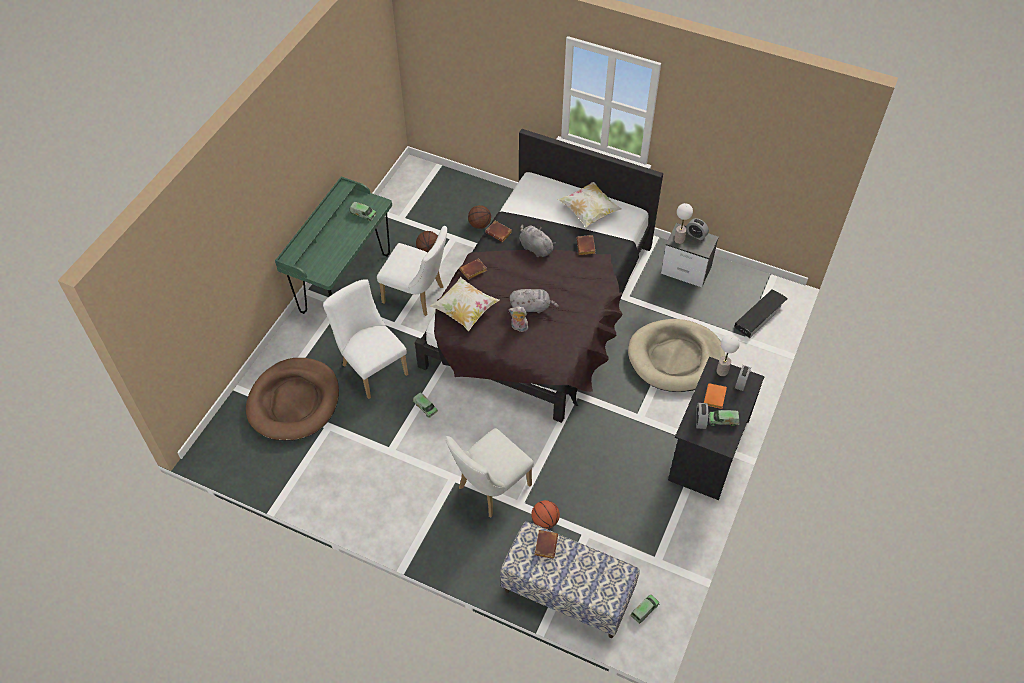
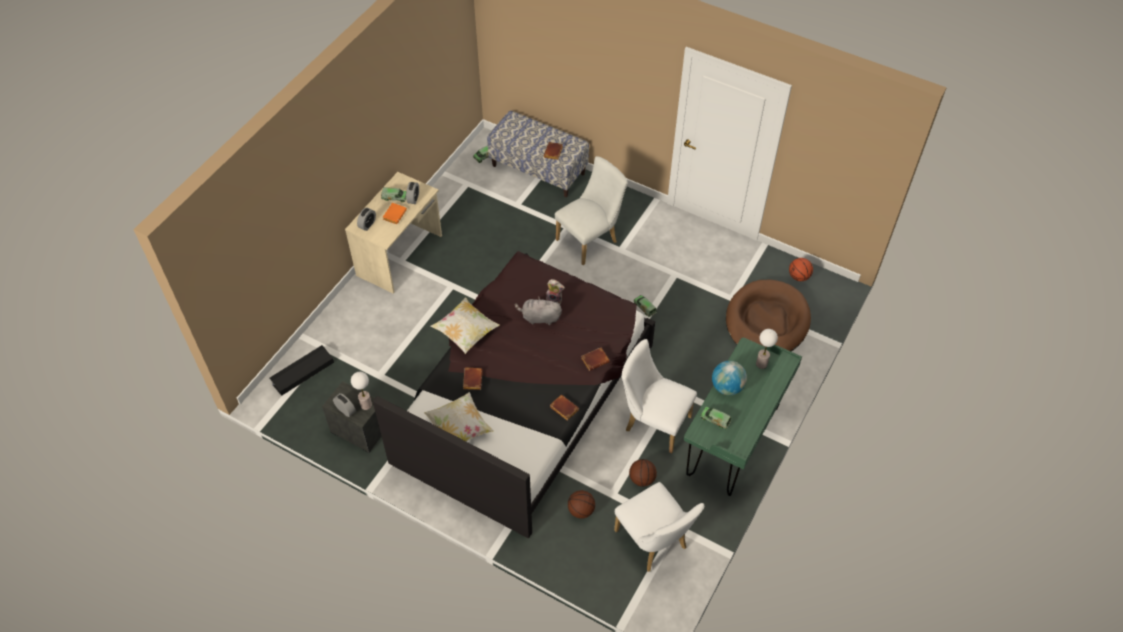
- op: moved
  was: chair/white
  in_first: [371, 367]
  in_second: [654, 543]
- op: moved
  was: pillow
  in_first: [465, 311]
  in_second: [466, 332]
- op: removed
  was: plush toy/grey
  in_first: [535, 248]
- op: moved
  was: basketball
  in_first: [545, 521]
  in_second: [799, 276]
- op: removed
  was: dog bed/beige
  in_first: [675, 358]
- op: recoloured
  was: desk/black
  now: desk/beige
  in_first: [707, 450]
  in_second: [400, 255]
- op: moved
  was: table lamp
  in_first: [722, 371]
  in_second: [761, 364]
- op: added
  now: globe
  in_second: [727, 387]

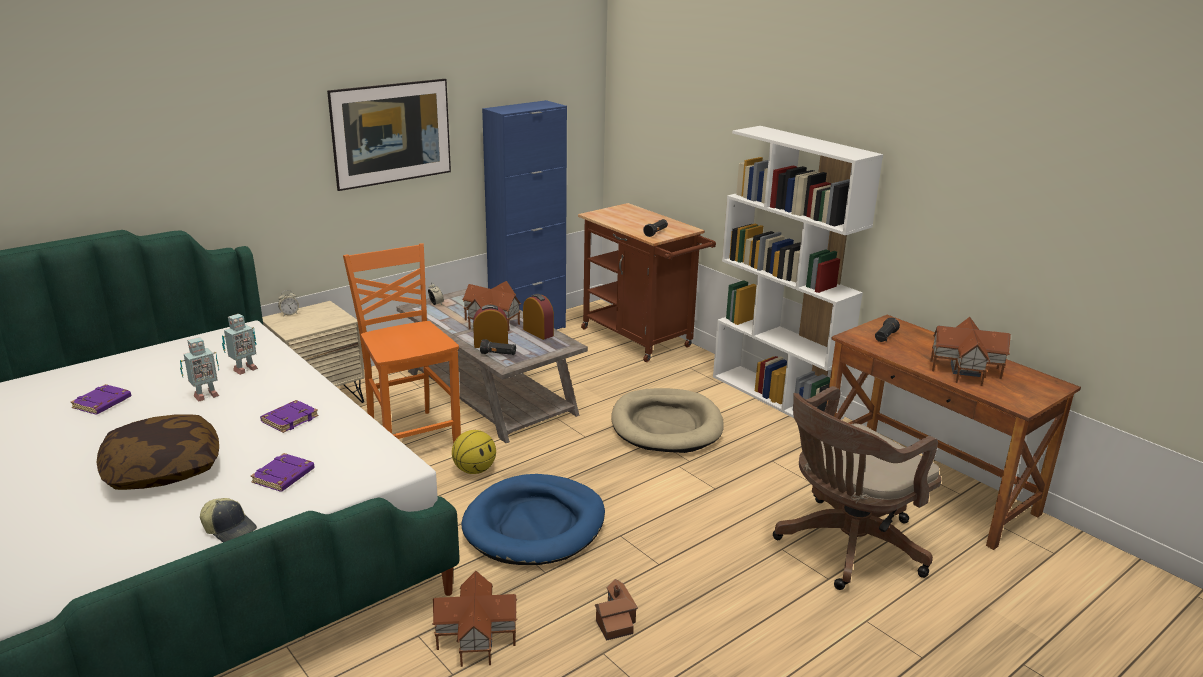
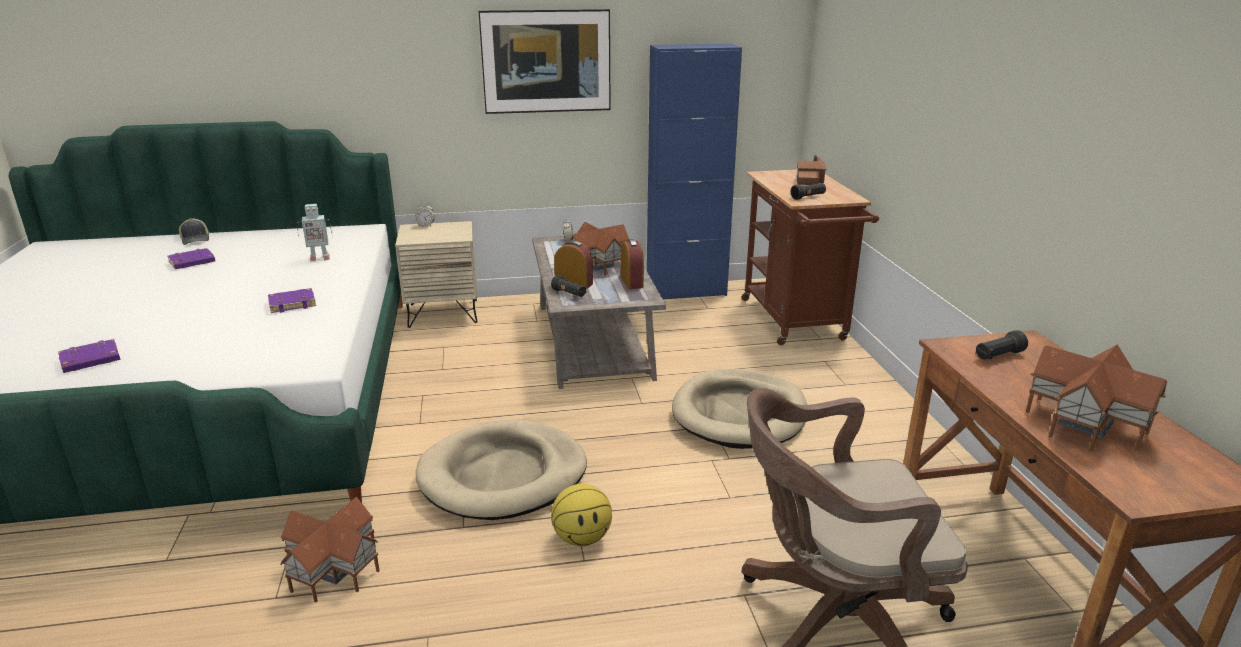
- op: removed
  was: pillow
  in_first: [163, 469]
- op: removed
  was: toy robot
  in_first: [205, 396]
- op: moved
  was: cap
  in_first: [229, 529]
  in_second: [196, 239]
- op: moved
  was: book/purple
  in_first: [284, 477]
  in_second: [90, 361]
- op: removed
  was: chair/orange
  in_first: [411, 435]
- op: moved
  was: basketball
  in_first: [475, 470]
  in_second: [582, 538]
- op: recoloured
  was: dog bed/blue
  now: dog bed/beige
  in_first: [535, 525]
  in_second: [503, 475]
- op: moved
  was: toy house
  in_first: [615, 619]
  in_second: [810, 180]
- op: removed
  was: bookcase/white
  in_first: [777, 396]

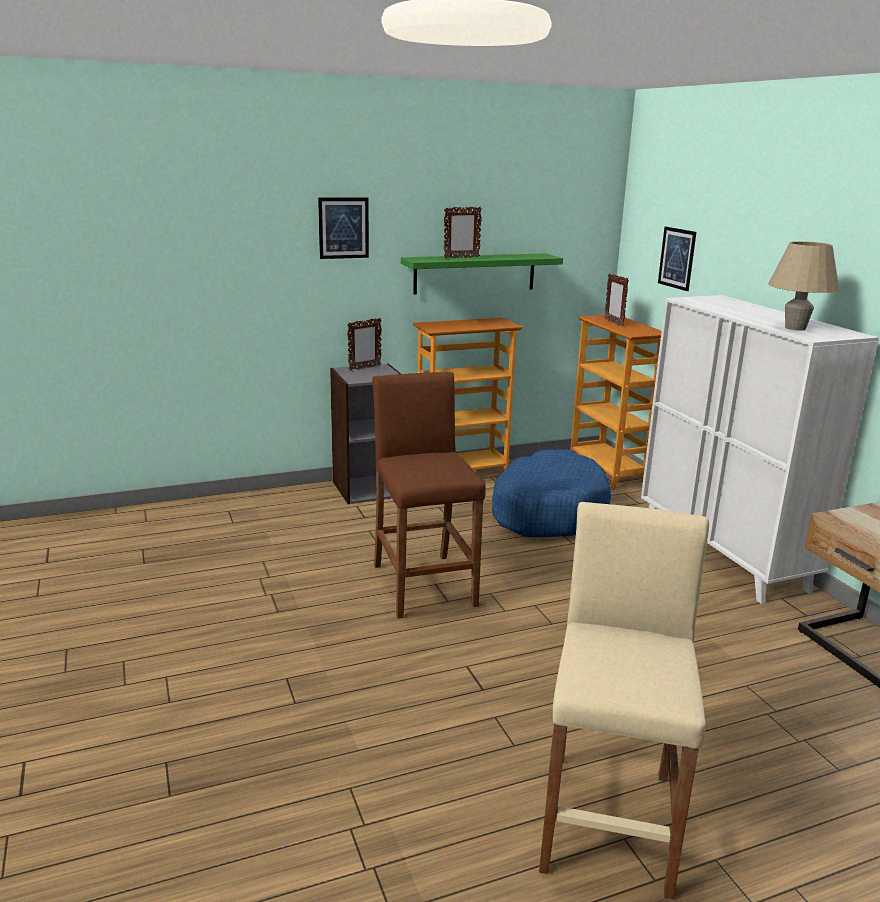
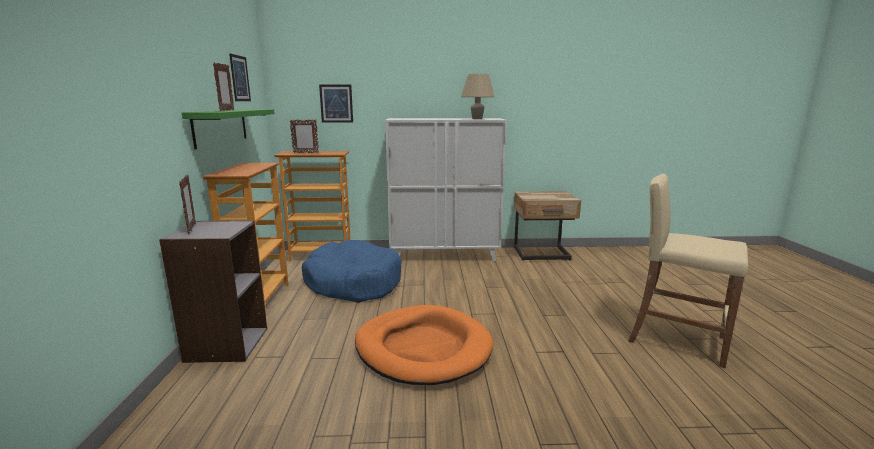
- op: moved
  was: picture
  in_first: [343, 228]
  in_second: [240, 78]
- op: replaced
  was: stool/brown
  now: dog bed/orange
  in_first: [423, 585]
  in_second: [423, 348]

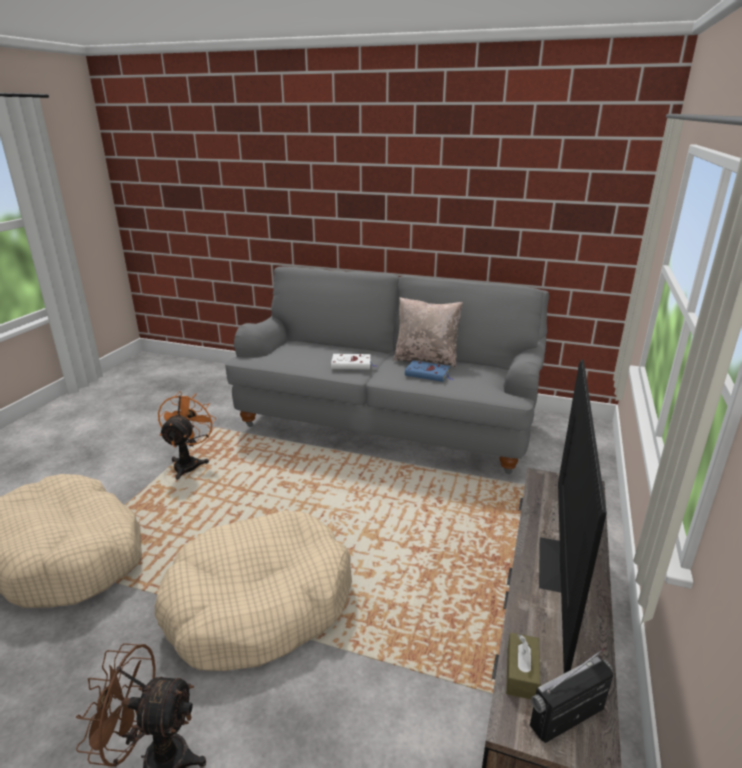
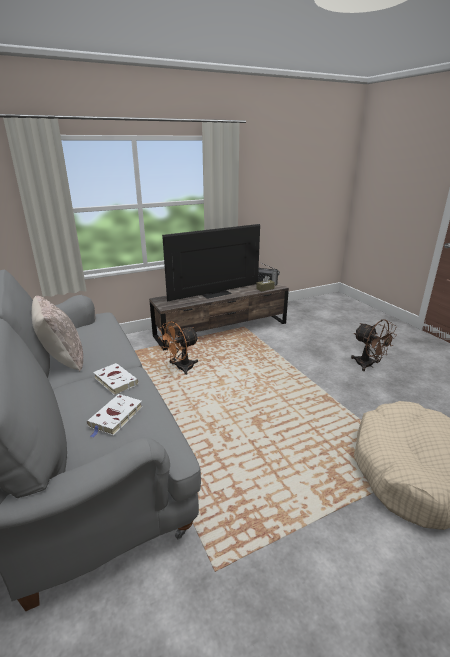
- op: removed
  was: dog bed/beige
  in_first: [259, 604]
- op: moved
  was: fan/orange
  in_first: [189, 463]
  in_second: [180, 368]
- op: removed
  was: book/blue
  in_first: [428, 374]
- op: added
  now: book/white
  in_second: [115, 418]

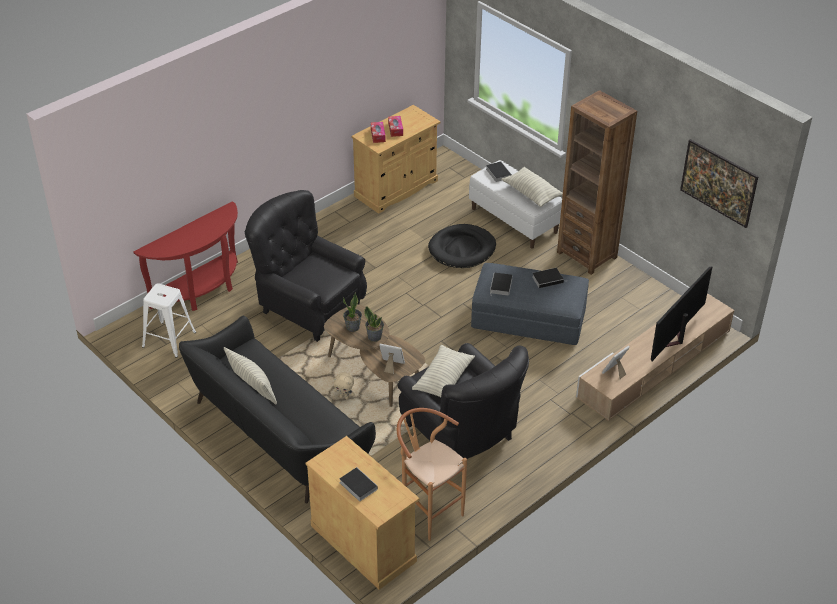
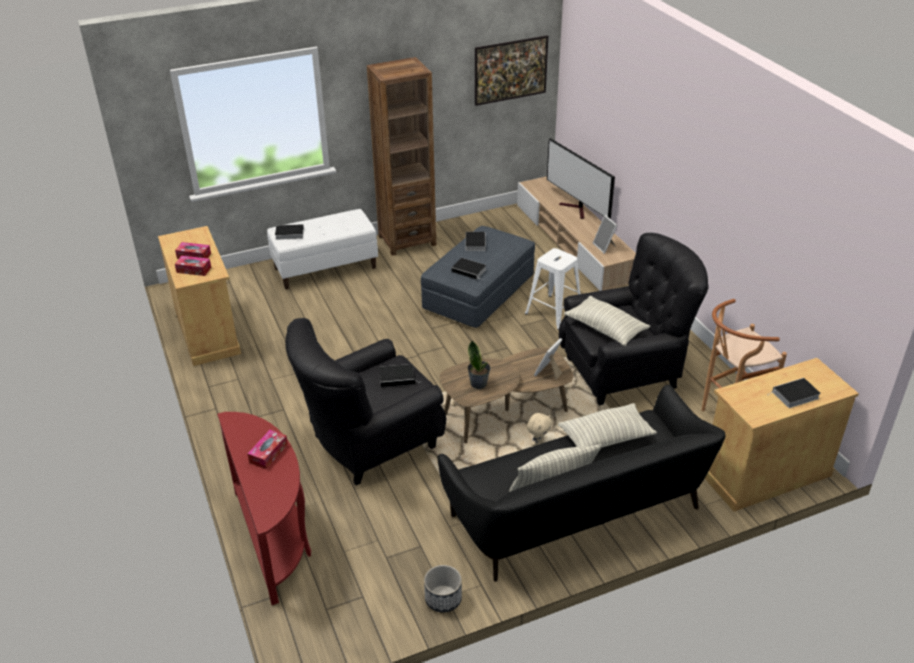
- op: moved
  was: stool/white
  in_first: [169, 339]
  in_second: [554, 311]
- op: removed
  was: potted plant
  in_first: [374, 337]
- op: removed
  was: dog bed/black
  in_first: [462, 249]
- op: moved
  was: pillow
  in_first: [531, 193]
  in_second: [605, 438]
- op: added
  now: tissue box
  in_second: [268, 453]
- op: added
  now: book
  in_second: [398, 377]
- op: added
  now: planter
  in_second: [443, 599]

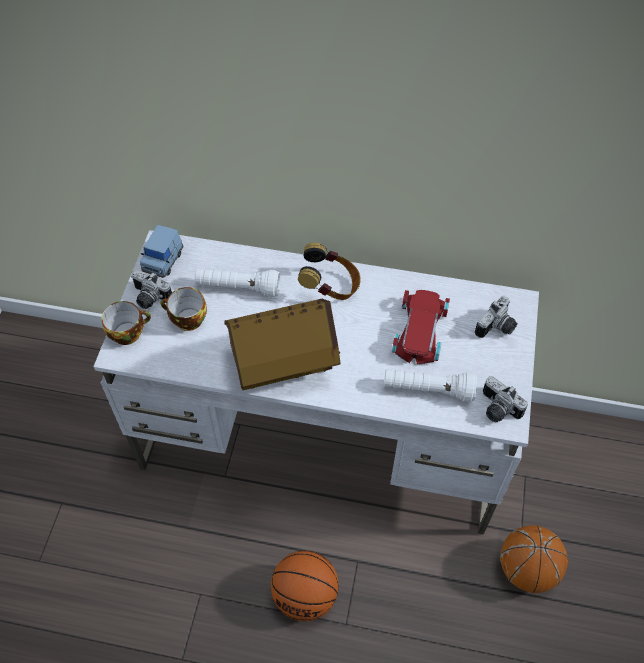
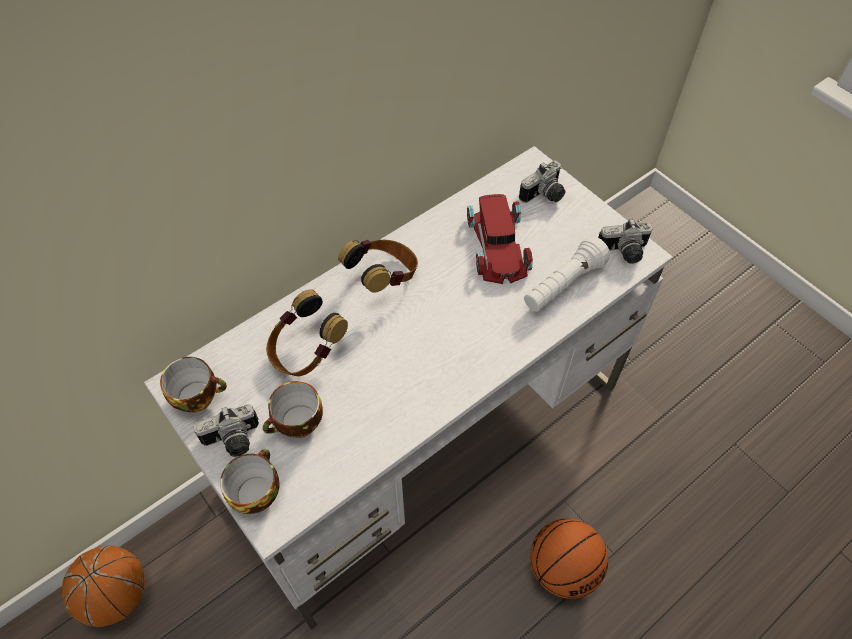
- op: replaced
  was: toy car/blue
  now: cup
  in_first: [163, 260]
  in_second: [199, 395]
- op: replaced
  was: flashlight/white
  now: headphones
  in_first: [238, 288]
  in_second: [306, 352]
- op: removed
  was: toy house
  in_first: [284, 365]
- op: turned
  was: toy car/red
  in_first: [421, 329]
  in_second: [496, 245]
  clockwise: -150
- op: turned
  was: photo camera
  in_first: [497, 328]
  in_second: [544, 195]
  clockwise: 60
- op: moved
  was: basketball
  in_first: [527, 569]
  in_second: [117, 595]

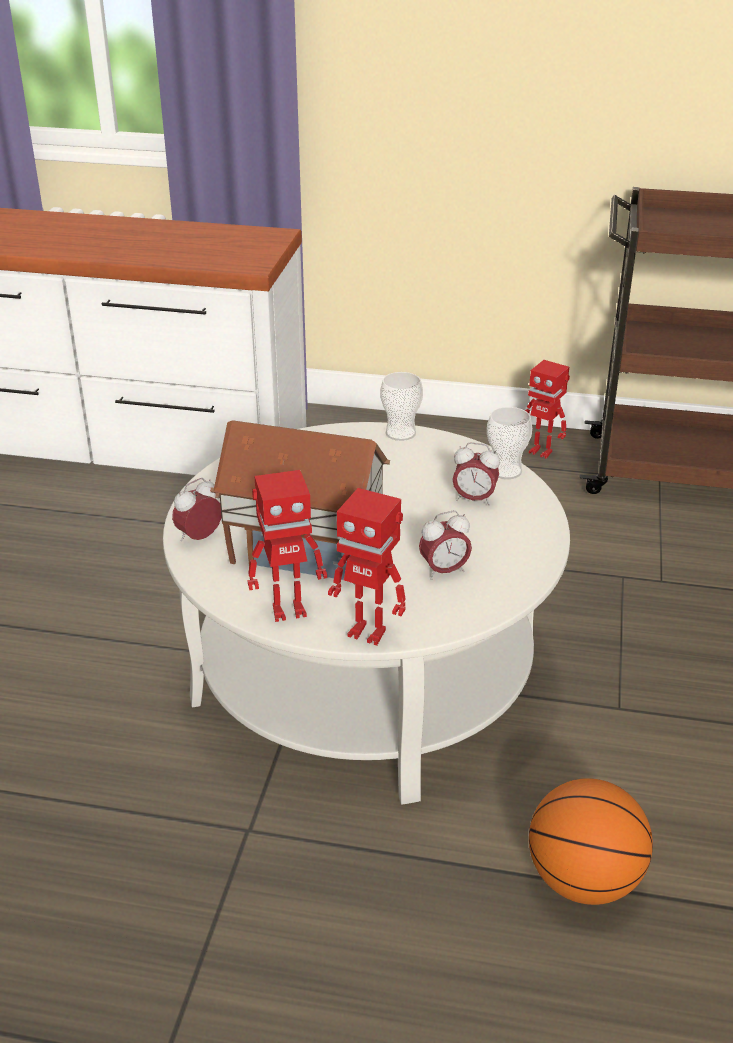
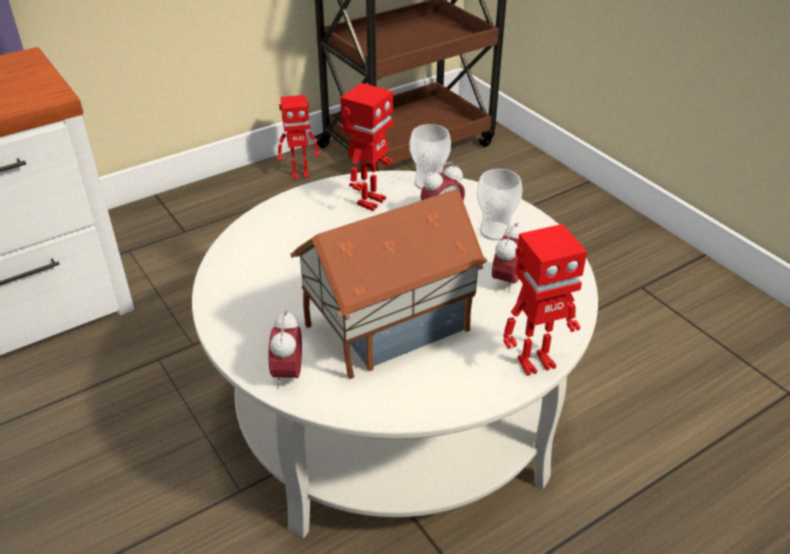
- op: moved
  was: toy robot
  in_first: [288, 610]
  in_second: [369, 201]
- op: moved
  was: cup
  in_first: [400, 433]
  in_second: [495, 231]
- op: removed
  was: basketball
  in_first: [583, 880]

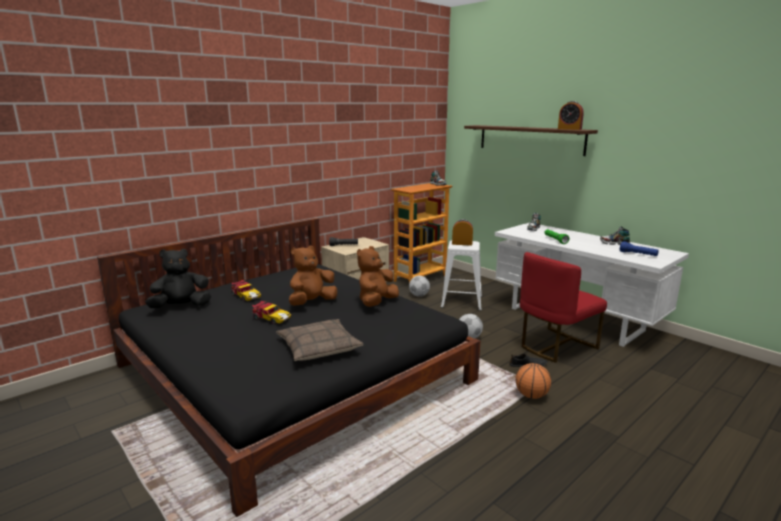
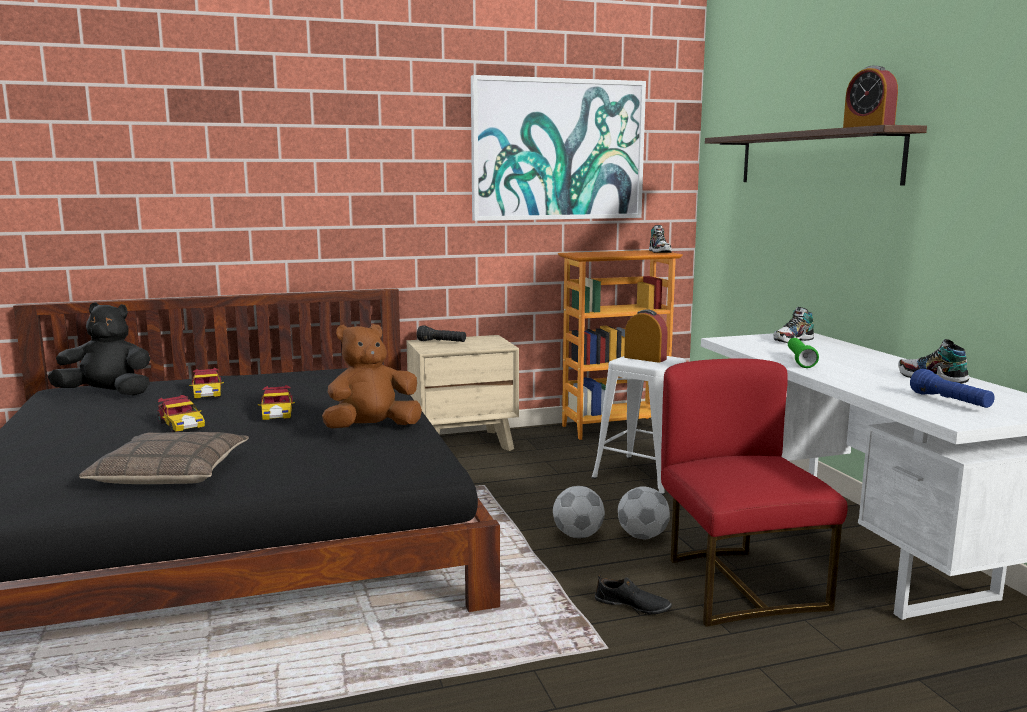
- op: replaced
  was: plush toy/brown
  now: toy car
  in_first: [312, 302]
  in_second: [277, 414]
- op: moved
  was: football
  in_first: [418, 295]
  in_second: [642, 536]
- op: removed
  was: basketball
  in_first: [531, 395]
- op: turned
  was: chair/red
  in_first: [555, 346]
  in_second: [737, 584]
  clockwise: 90
- op: added
  now: picture
  in_second: [558, 150]

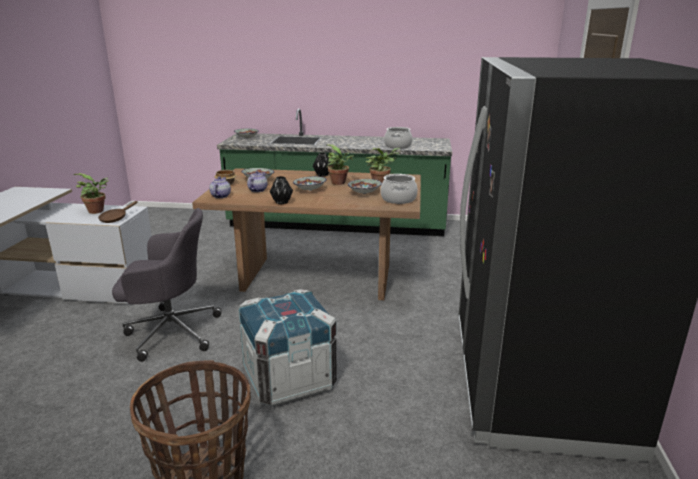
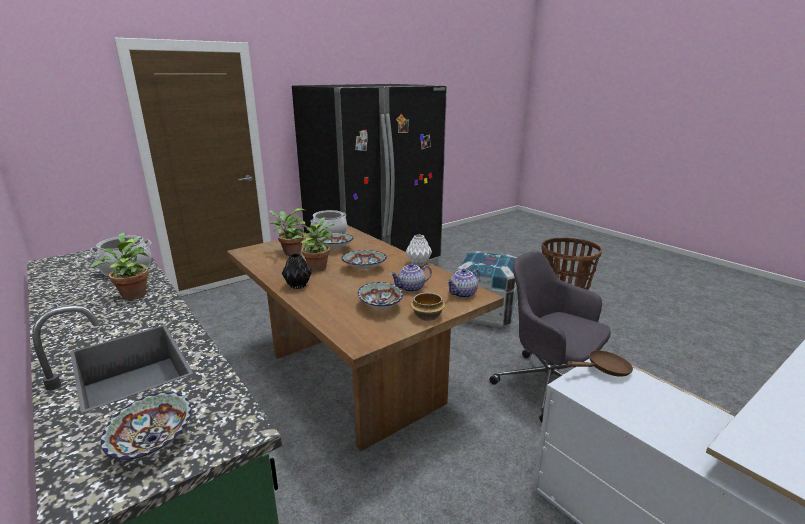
- op: moved
  was: potted plant
  in_first: [98, 211]
  in_second: [133, 294]
- op: recoloured
  was: vase/black
  now: vase/white
  in_first: [282, 202]
  in_second: [418, 263]

